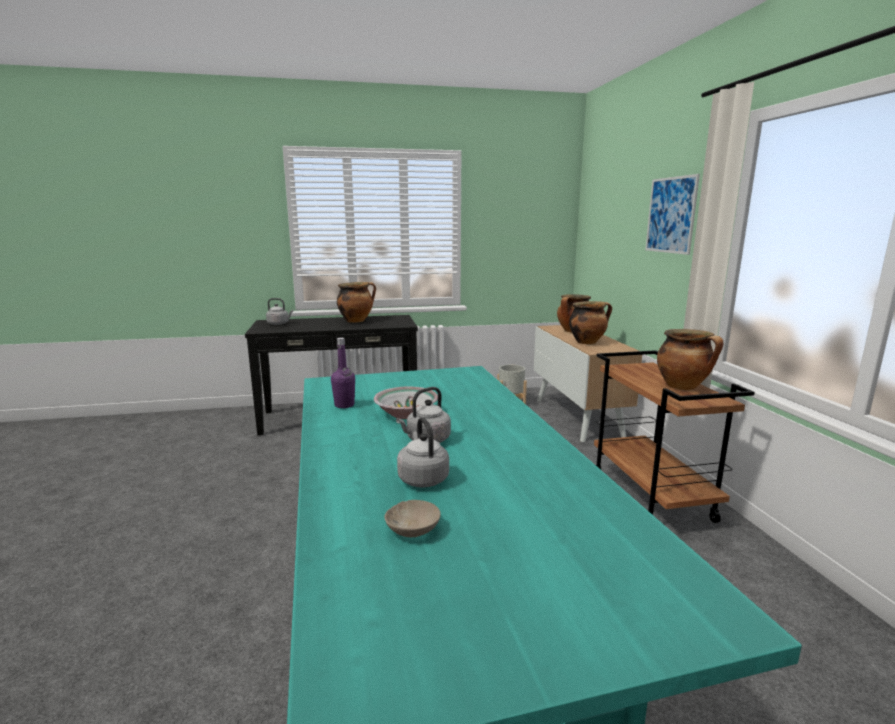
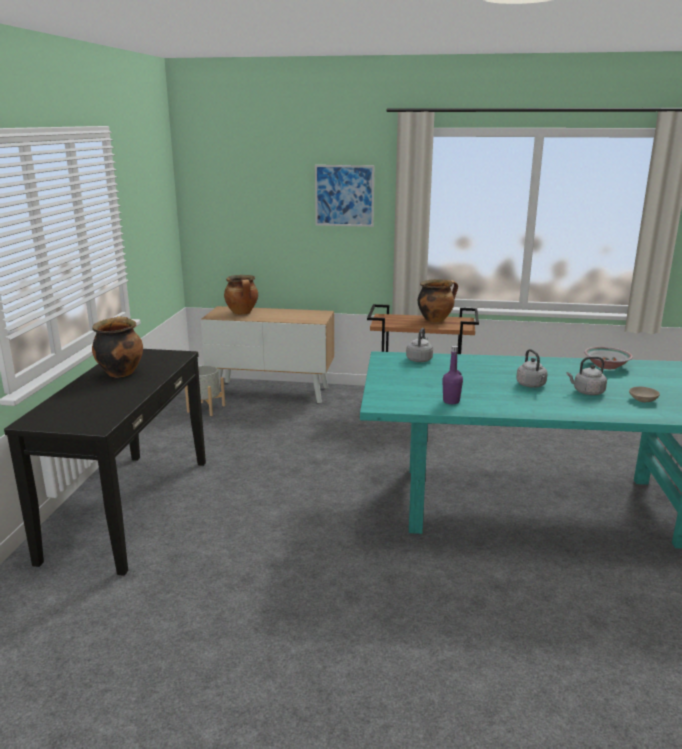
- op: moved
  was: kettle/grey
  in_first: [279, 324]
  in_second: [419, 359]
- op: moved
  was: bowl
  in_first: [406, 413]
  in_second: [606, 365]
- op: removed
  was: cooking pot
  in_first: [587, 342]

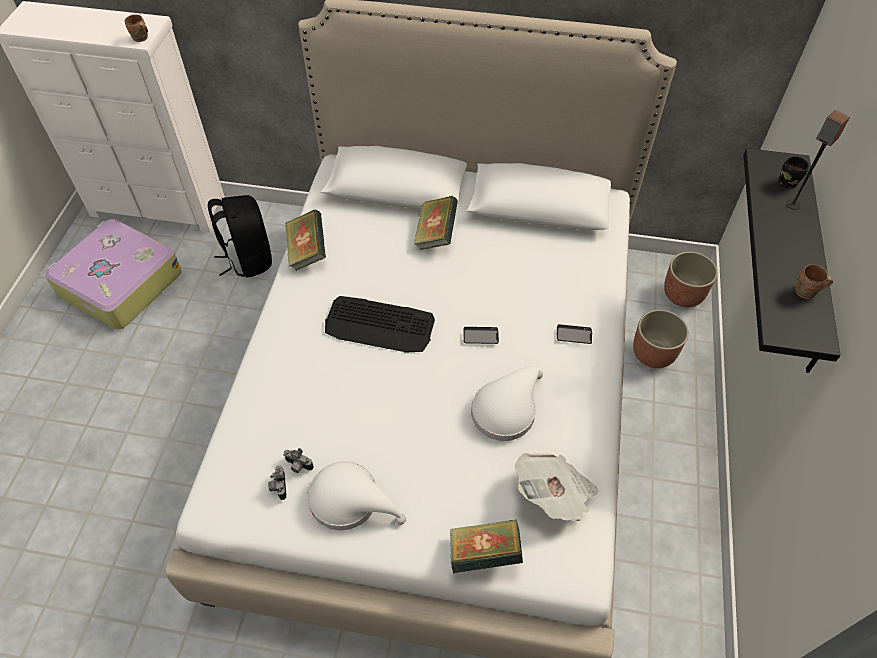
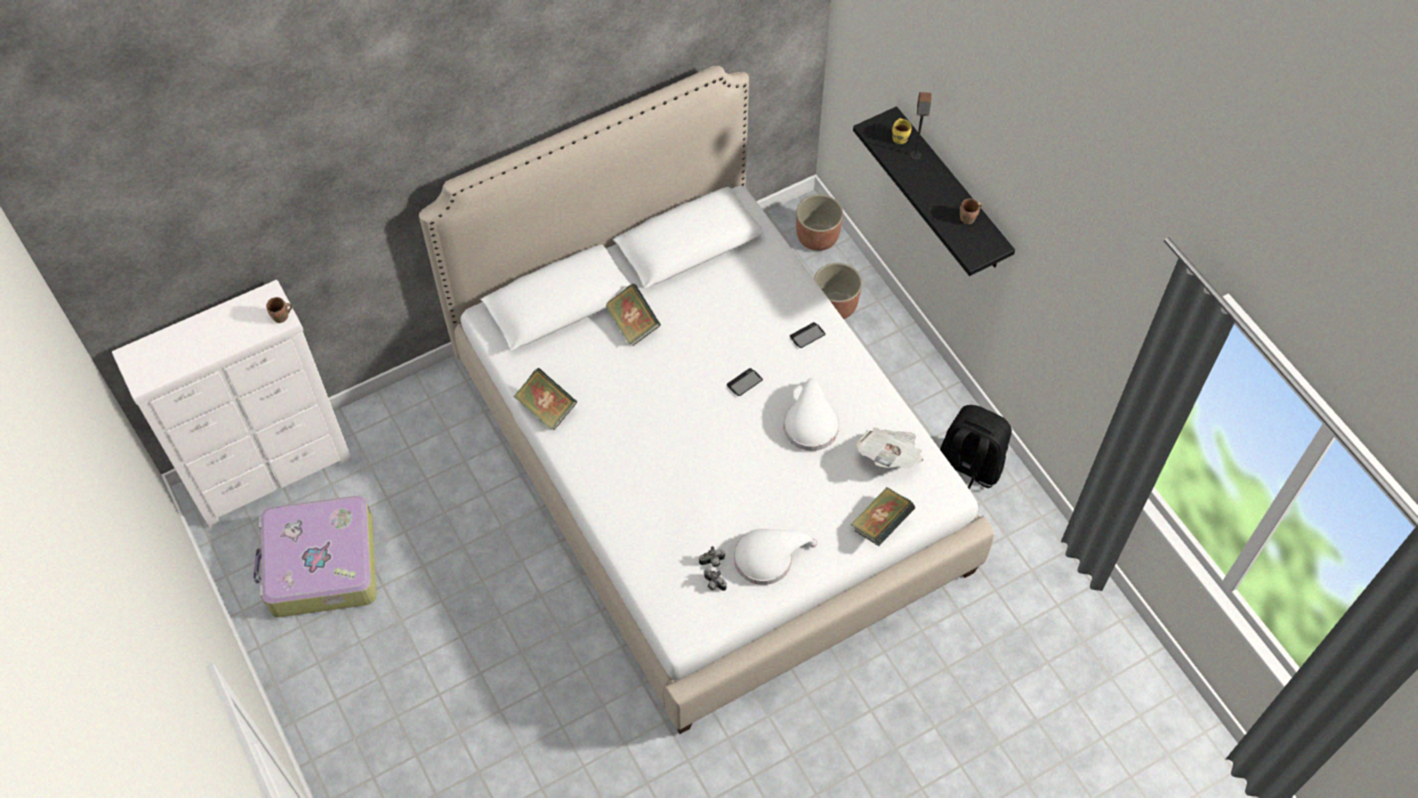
- op: moved
  was: backpack/black
  in_first: [248, 259]
  in_second: [968, 468]
- op: removed
  was: keyboard
  in_first: [380, 325]
- op: recoloured
  was: mug/black
  now: mug/yellow
  in_first: [789, 182]
  in_second: [900, 138]

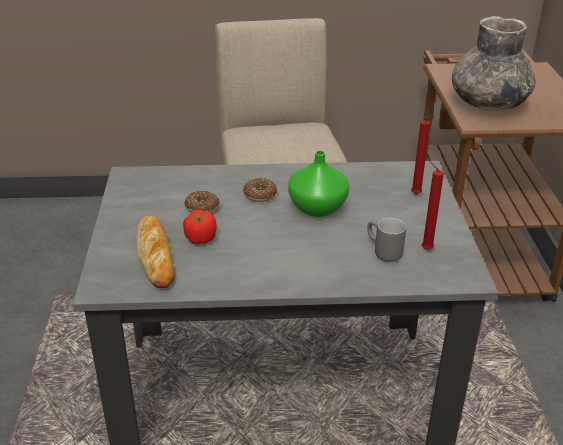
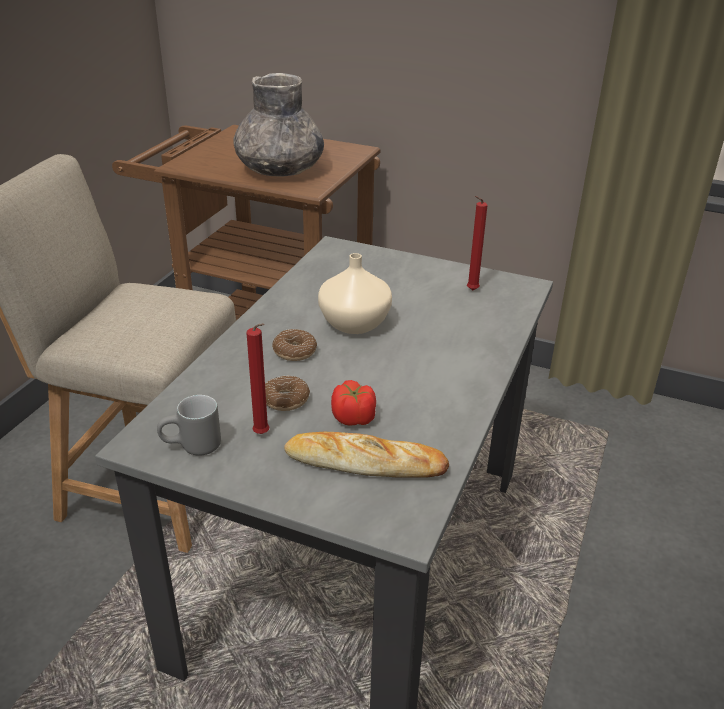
- op: recoloured
  was: vase/green
  now: vase/beige
  in_first: [318, 208]
  in_second: [356, 324]
- op: moved
  was: mug/grey
  in_first: [382, 252]
  in_second: [192, 448]
- op: moved
  was: candle/red
  in_first: [415, 195]
  in_second: [263, 435]

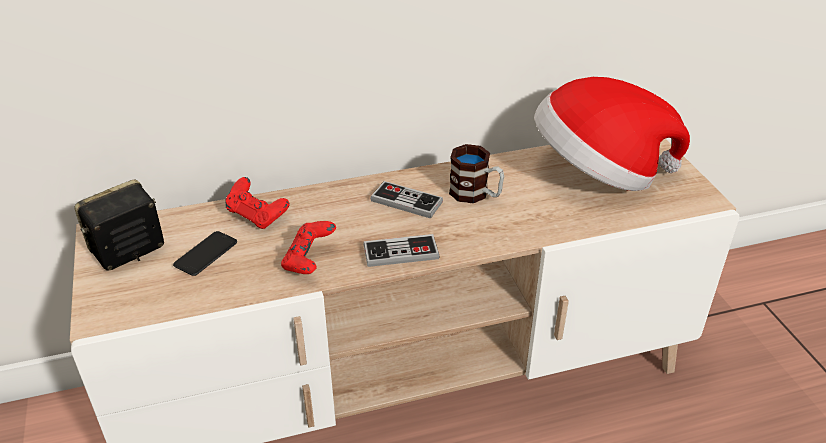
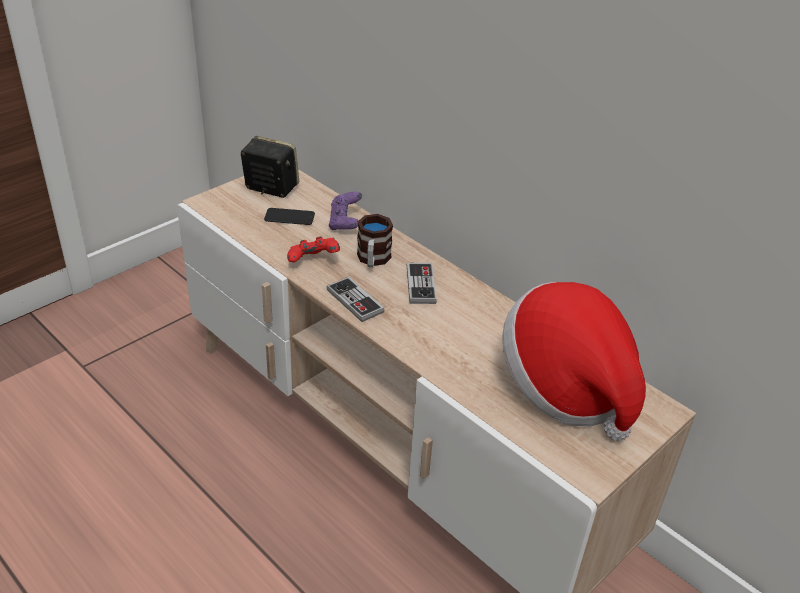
- op: recoloured
  was: game controller/red
  now: game controller/purple
  in_first: [257, 216]
  in_second: [345, 223]
- op: moved
  was: mug
  in_first: [476, 194]
  in_second: [373, 260]

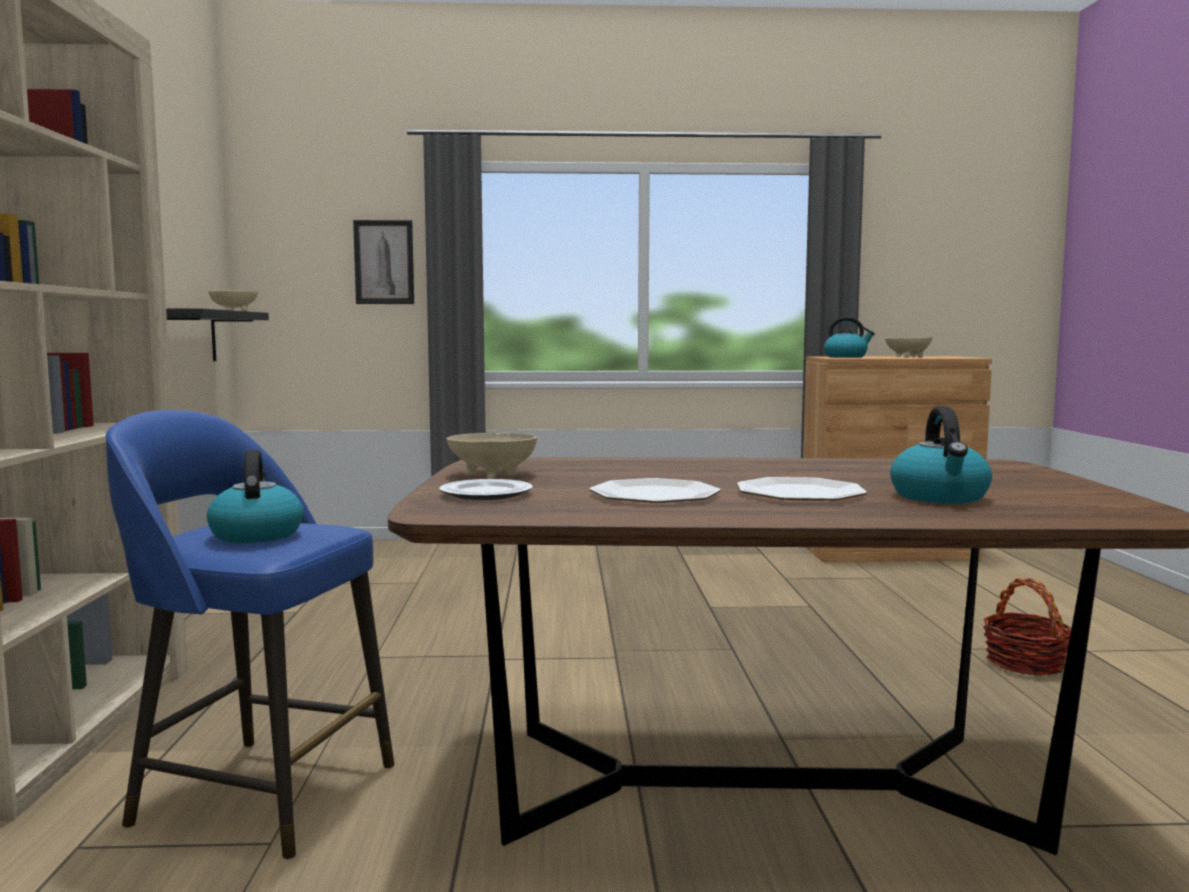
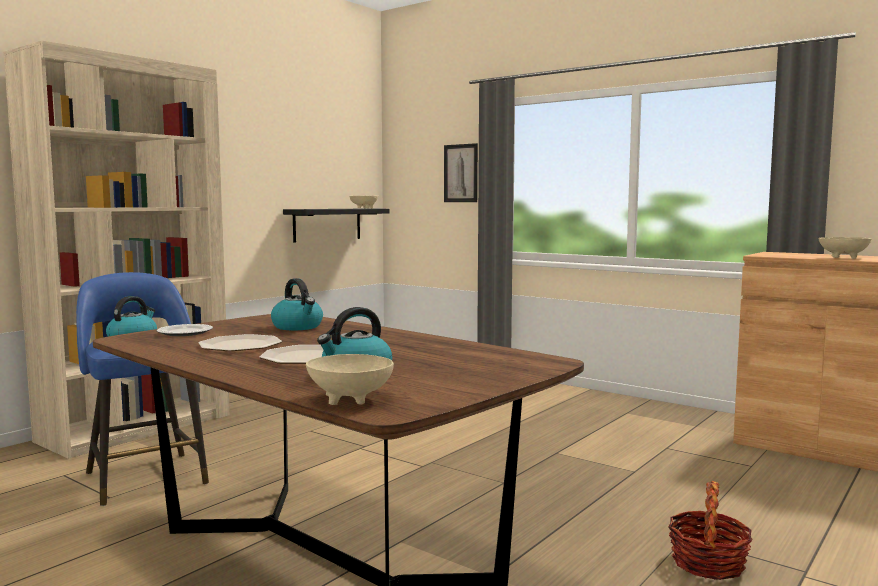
- op: moved
  was: bowl/beige
  in_first: [494, 474]
  in_second: [351, 399]
- op: moved
  was: kettle
  in_first: [846, 357]
  in_second: [298, 327]

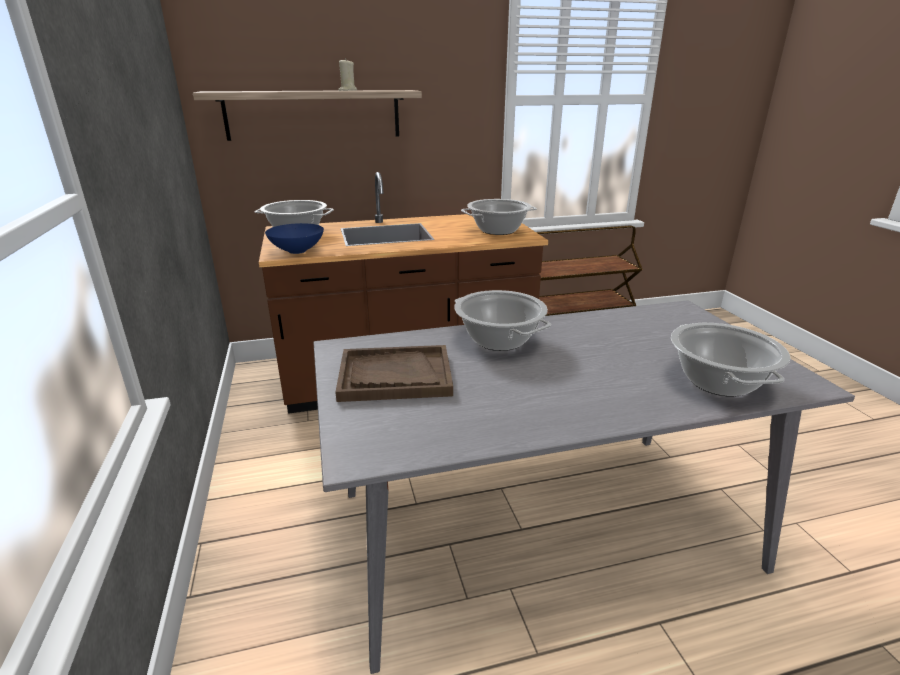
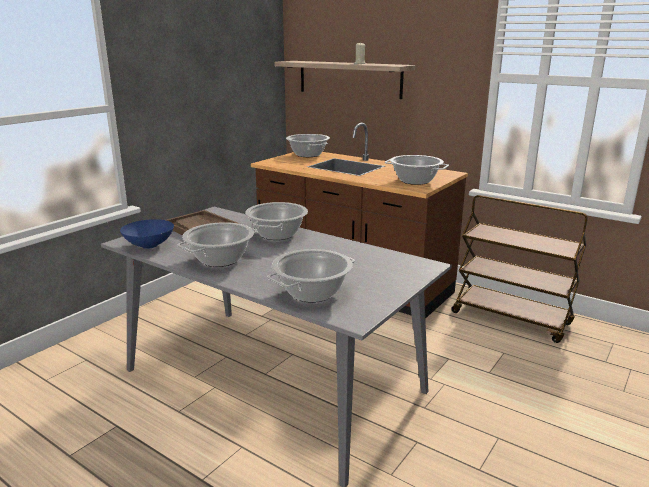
- op: moved
  was: bowl/blue
  in_first: [298, 251]
  in_second: [149, 246]
- op: added
  now: cooking pot
  in_second: [220, 259]

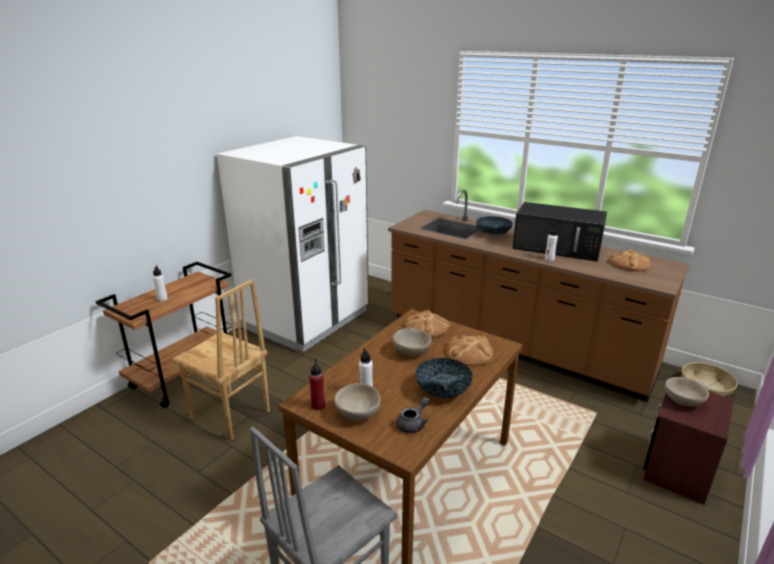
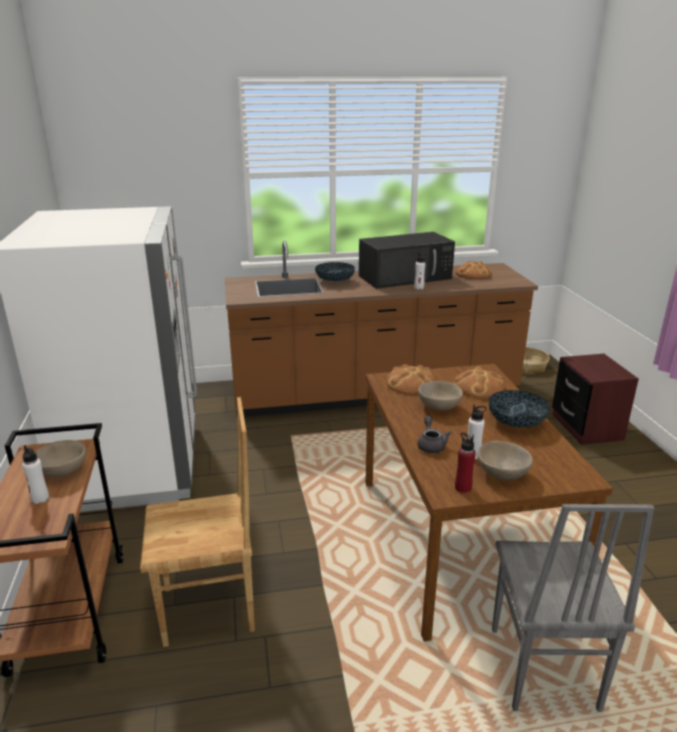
- op: moved
  was: teapot/grey
  in_first: [413, 424]
  in_second: [431, 445]
- op: moved
  was: bowl/beige
  in_first: [683, 401]
  in_second: [63, 471]

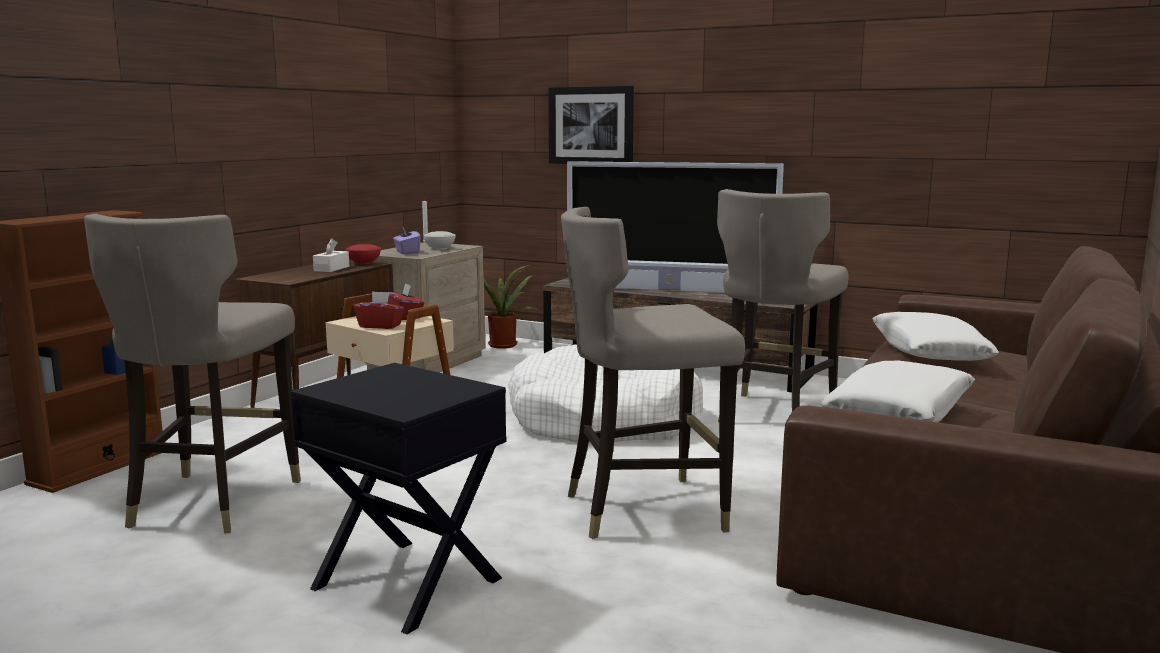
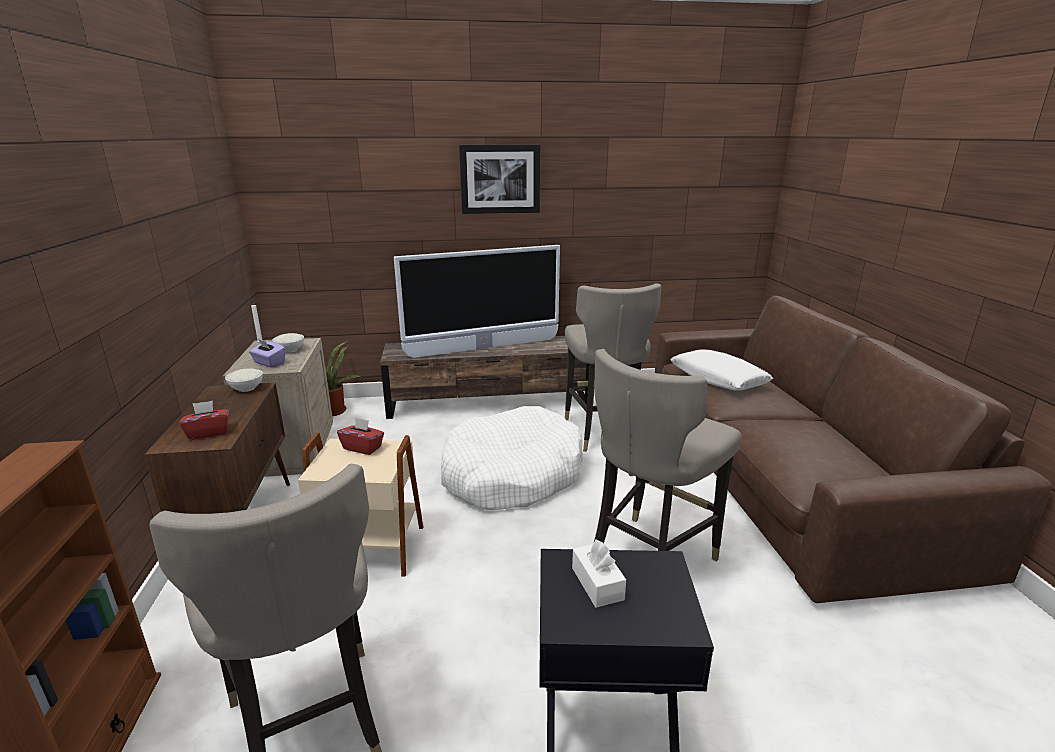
- op: moved
  was: tissue box/white
  in_first: [331, 269]
  in_second: [597, 583]
- op: recoloured
  was: bowl/red
  now: bowl/white
  in_first: [364, 263]
  in_second: [246, 388]
- op: moved
  was: tissue box/red
  in_first: [380, 326]
  in_second: [208, 433]
- op: moved
  was: picture
  in_first: [591, 125]
  in_second: [500, 179]
- op: removed
  was: pillow/white
  in_first: [899, 412]

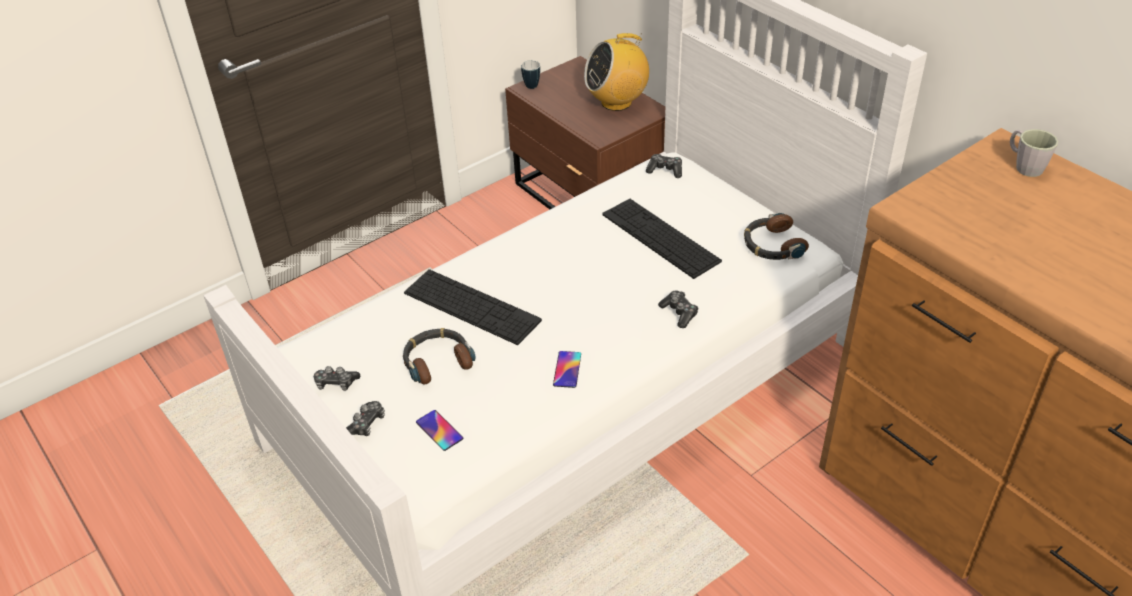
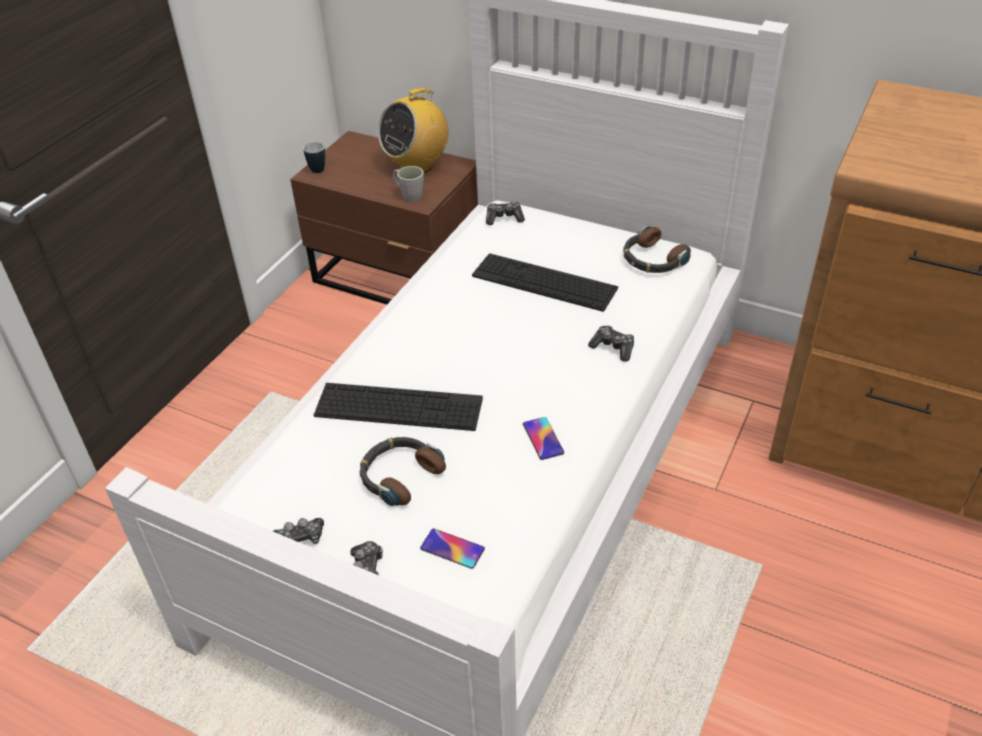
- op: moved
  was: mug/grey
  in_first: [1024, 166]
  in_second: [408, 195]

